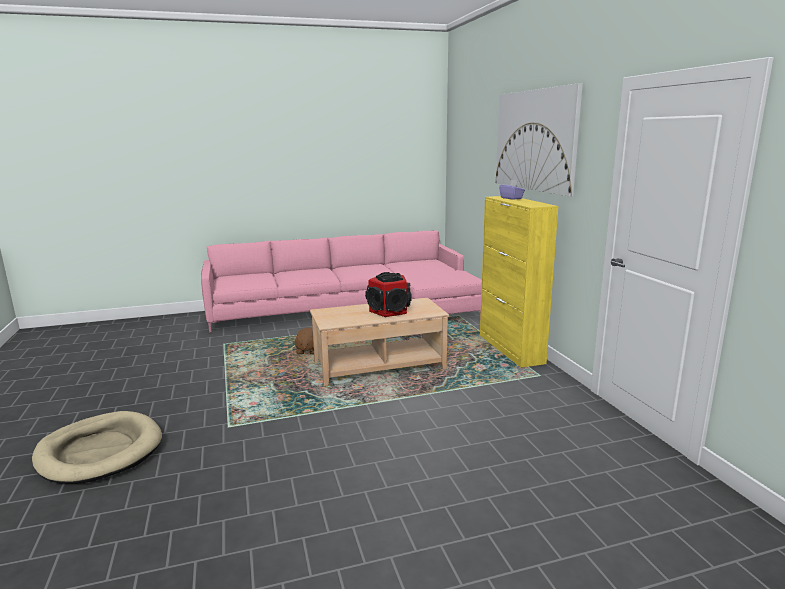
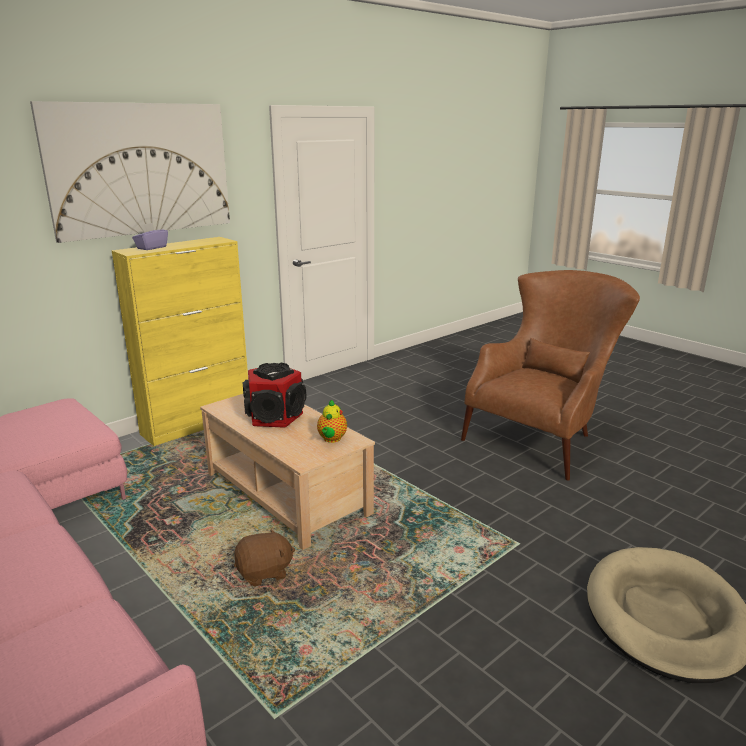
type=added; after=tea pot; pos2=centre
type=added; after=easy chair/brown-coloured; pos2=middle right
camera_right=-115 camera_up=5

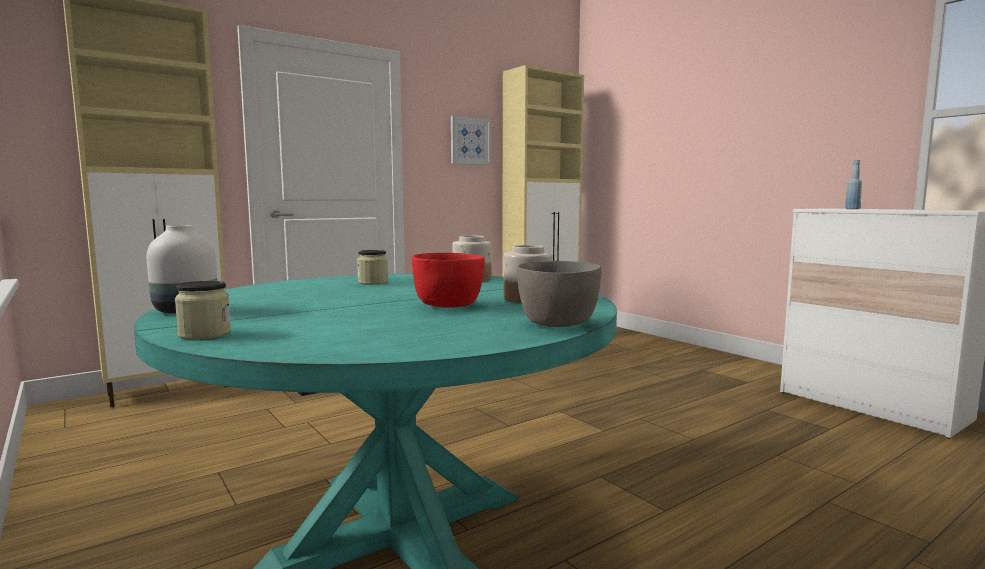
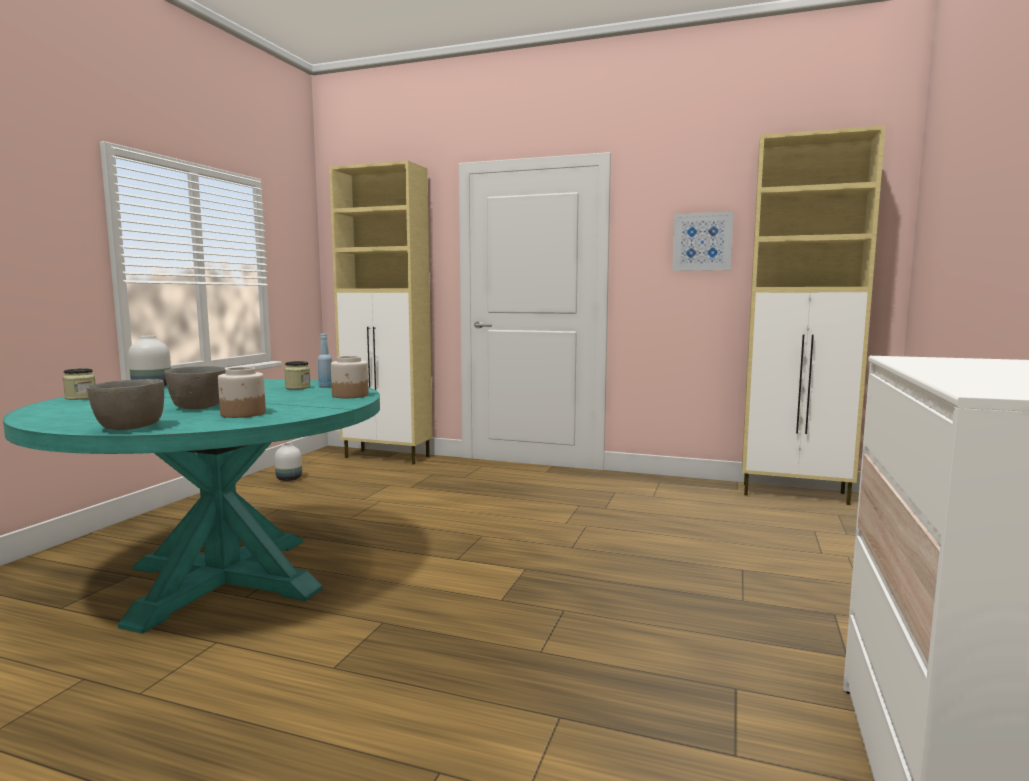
type=recoloured; before=serving bowl/reddish; after=serving bowl/grey (2nd from left); pos1=centre; pos2=middle left
type=added; after=decorative vase/whitish (2nd from left); pos2=middle left
type=moved; before=beverage bottle/bluish; pos1=top right; pos2=middle left
camera_right=55 camera_up=0

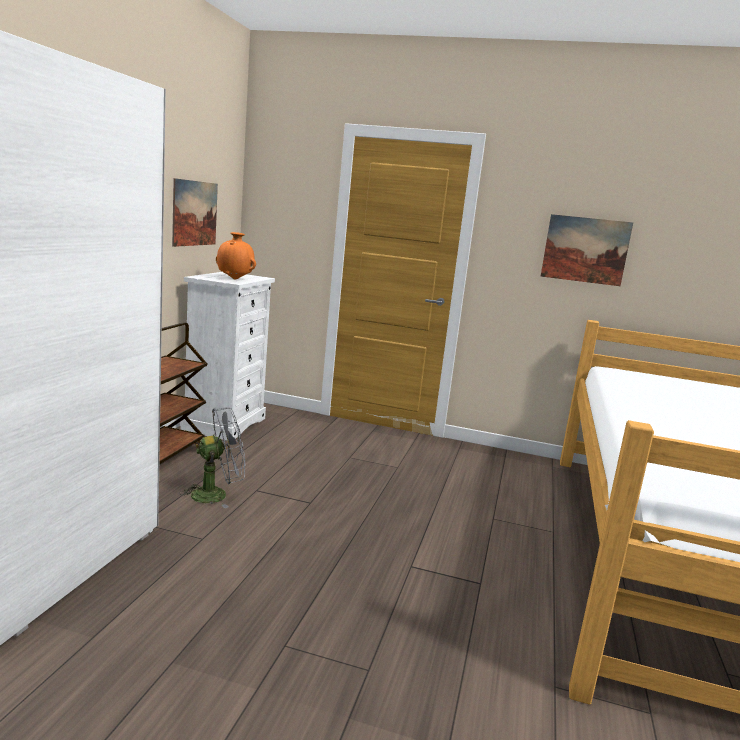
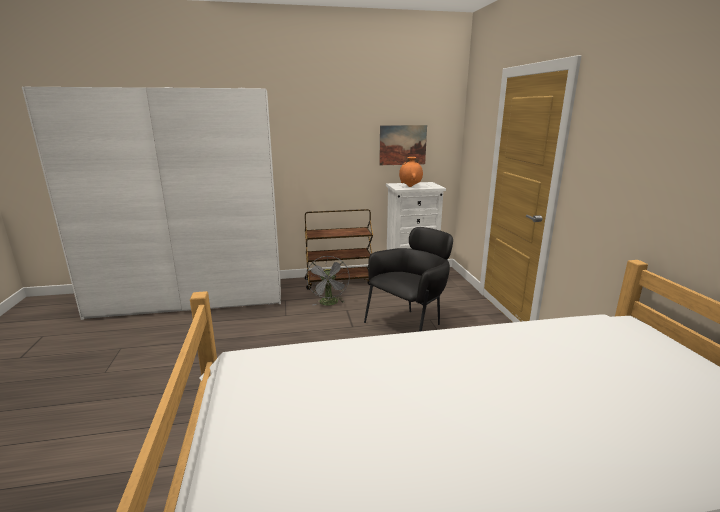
type=turned; before=cooling fan/grey; pos1=middle left; pos2=centre; turn=45
type=added; after=easy chair/blackish; pos2=centre
type=removed; before=wall art (2nd from left); pos1=middle right
camera_right=65 camera_up=5

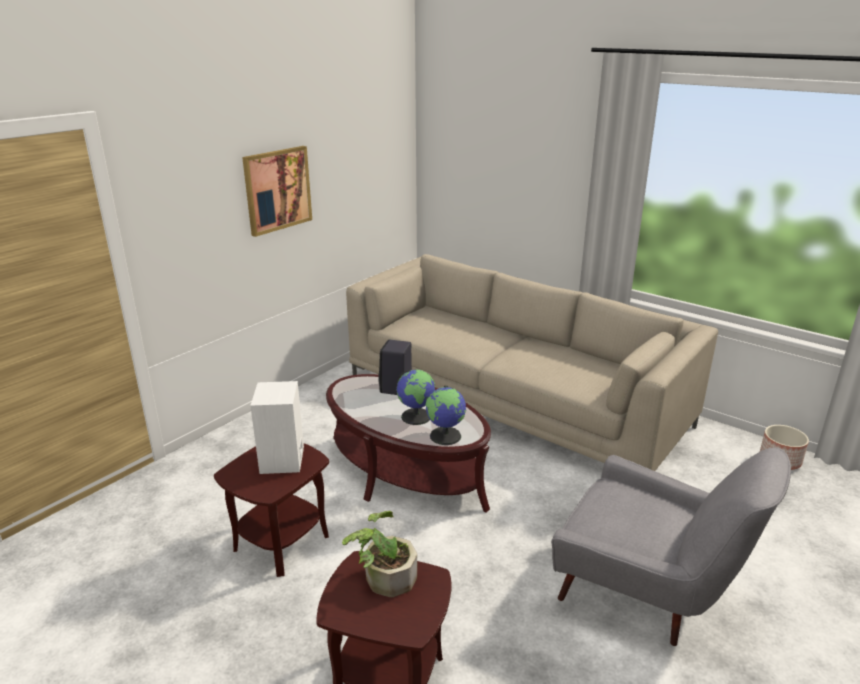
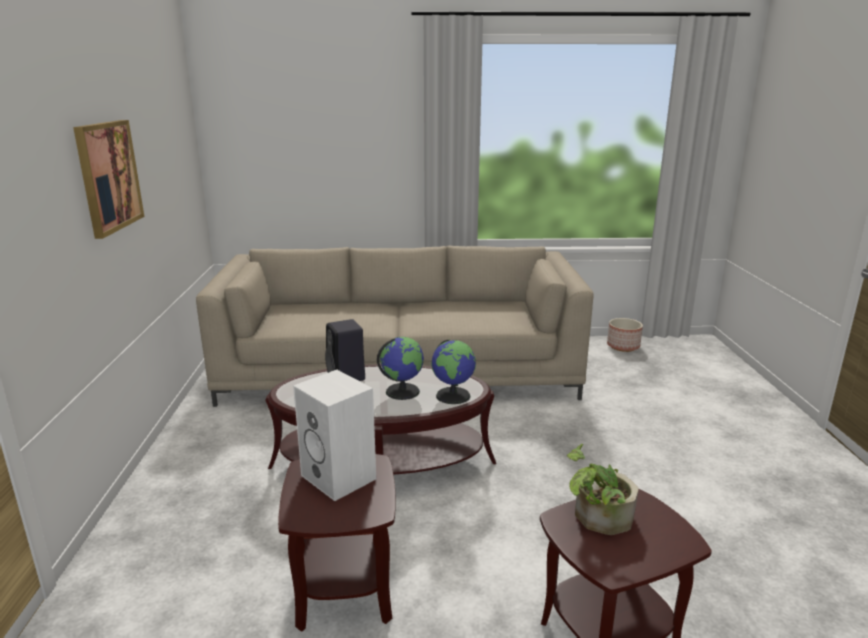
type=removed; before=easy chair/grey; pos1=bottom right
camera_right=-40 camera_up=-5

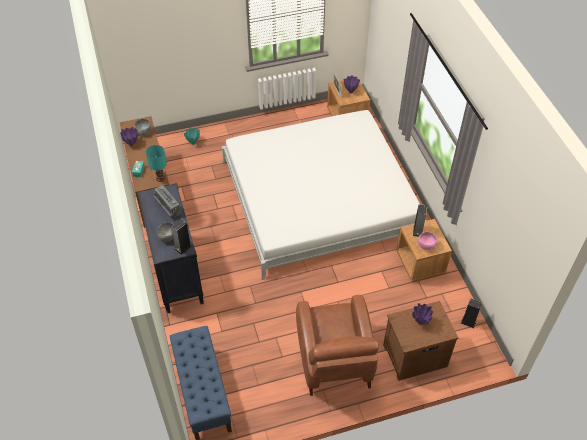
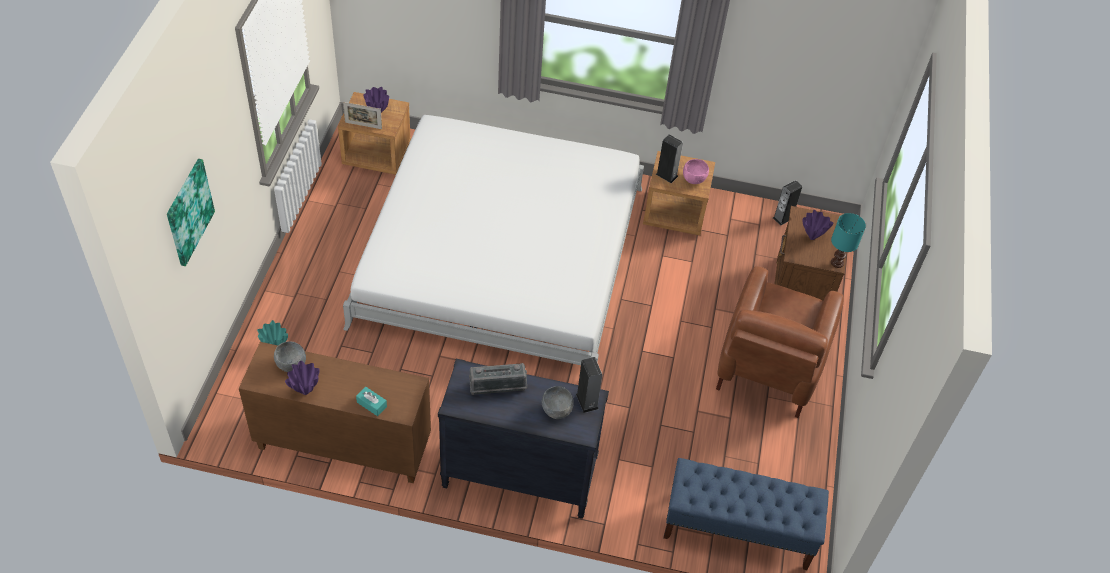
type=added; after=wall art; pos2=middle left
type=turned; before=easy chair/brown-coloured; pos1=bottom centre; pos2=middle right; turn=90
type=moved; before=tabletop lamp/blue-green; pos1=middle left; pos2=middle right
camera_right=-65 camera_up=0

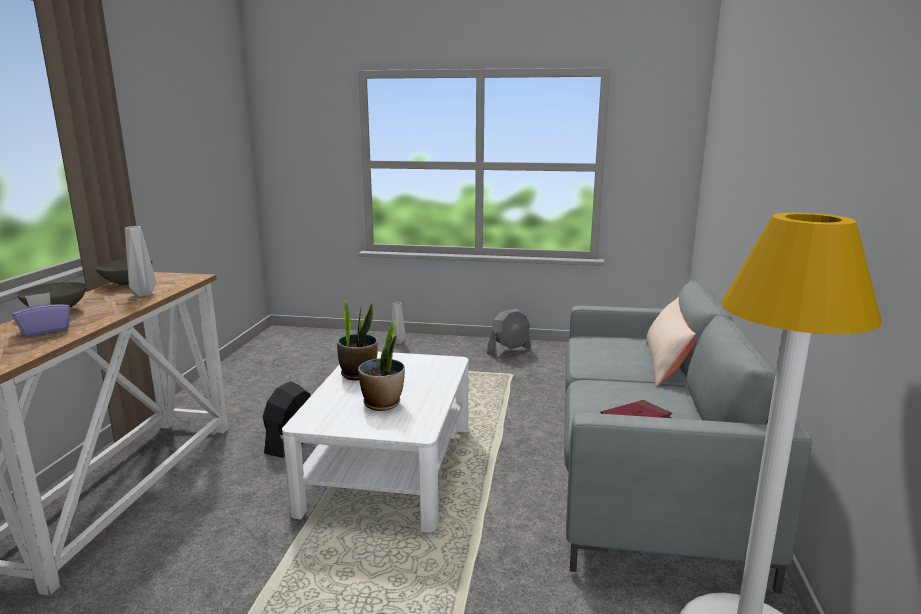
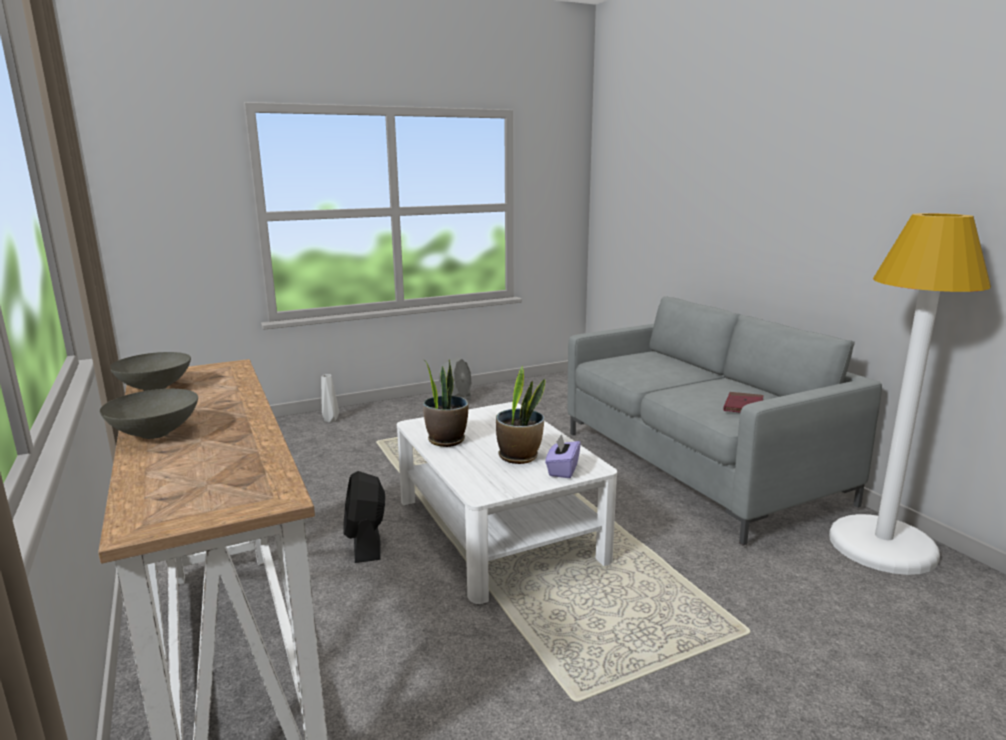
type=moved; before=box of tissues/purplish; pos1=middle left; pos2=centre
type=removed; before=decorative vase/grey (1st from left); pos1=middle left
type=removed; before=pillow/beige; pos1=middle right
camera_right=-35 camera_up=0

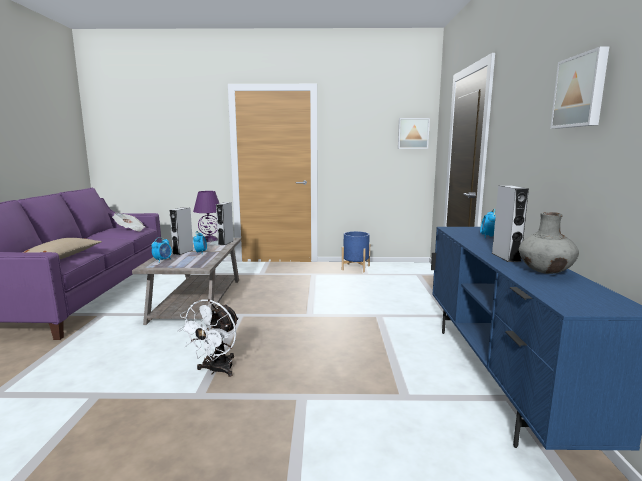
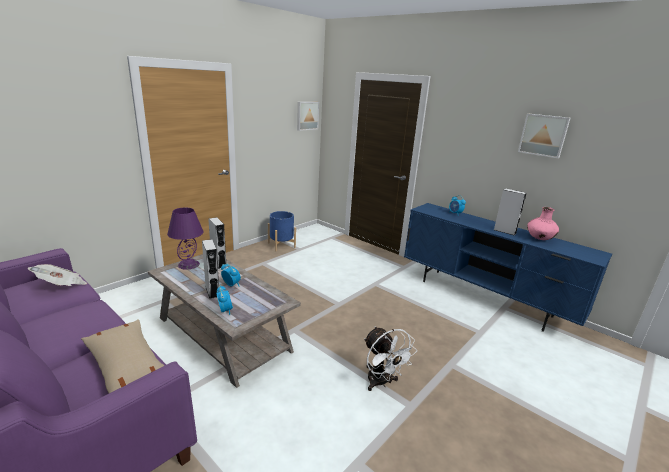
type=recoloured; before=decorative vase/grey; after=decorative vase/pink; pos1=middle right; pos2=middle right
camera_right=-50 camera_up=10

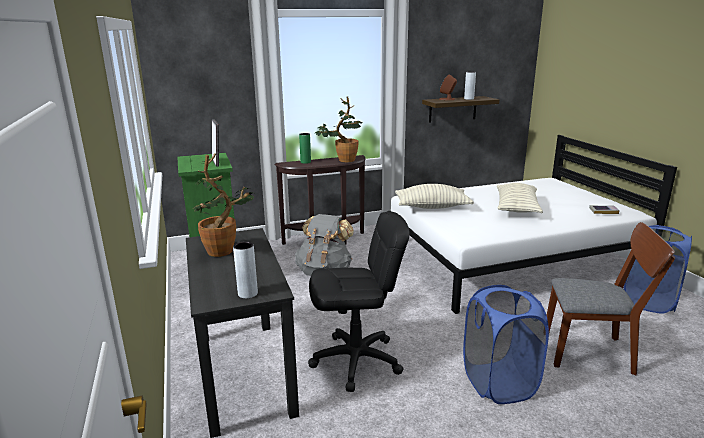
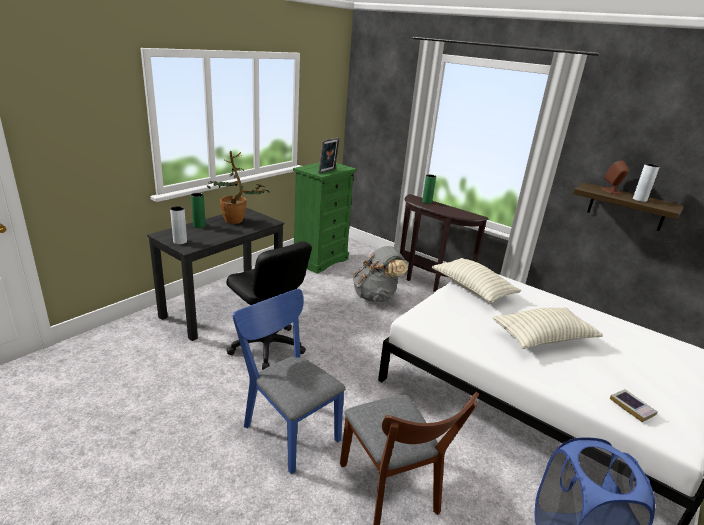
type=added; after=decorative vase/greenish (1st from left); pos2=middle left
type=replaced; before=hamper/bluish (1st from left); after=plain chair/bluish; pos1=bottom right; pos2=bottom centre
type=removed; before=potted plant (2nd from left); pos1=top centre
camera_right=55 camera_up=5

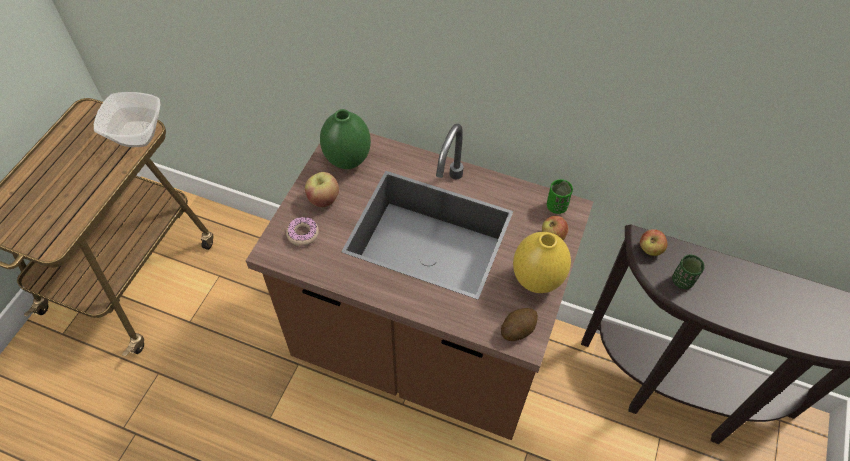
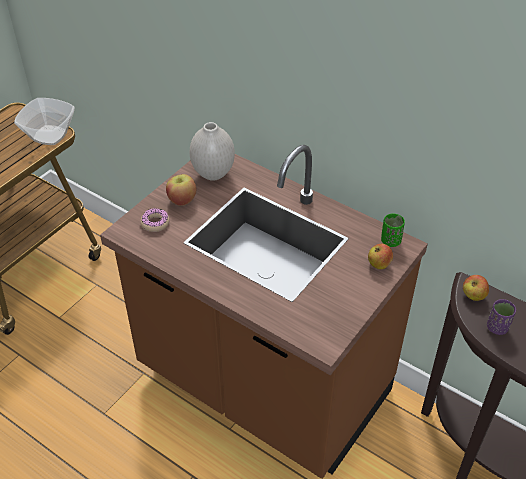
type=recoloured; before=decorative vase/greenish; after=decorative vase/whitish; pos1=top centre; pos2=top centre
type=recoloured; before=drinking cup/greenish (2nd from left); after=drinking cup/purplish; pos1=middle right; pos2=middle right
type=removed; before=potato; pos1=bottom centre
type=removed; before=decorative vase/yellow-coloured; pos1=centre
camera_right=15 camera_up=-10

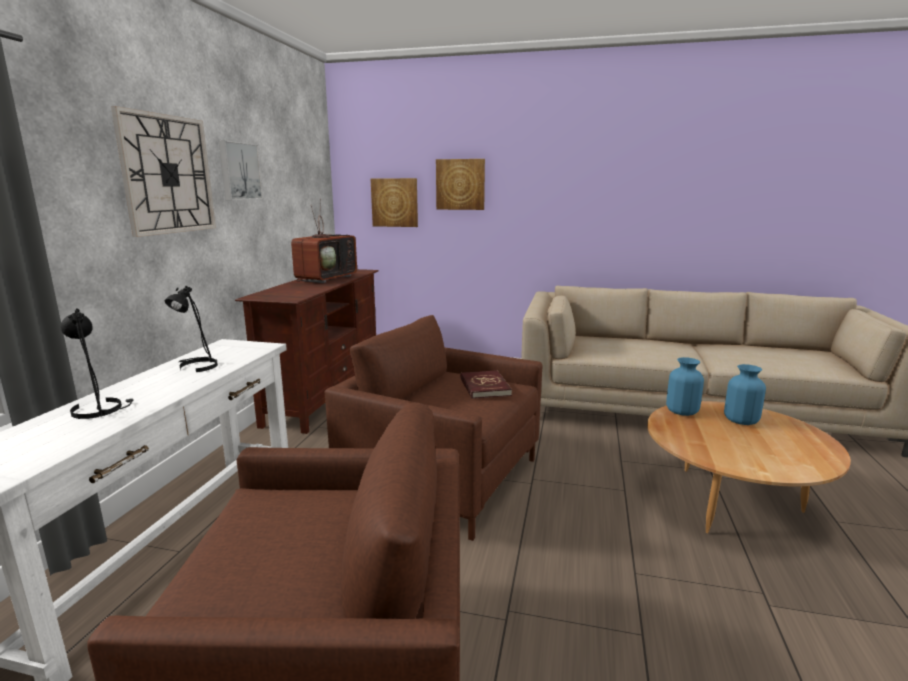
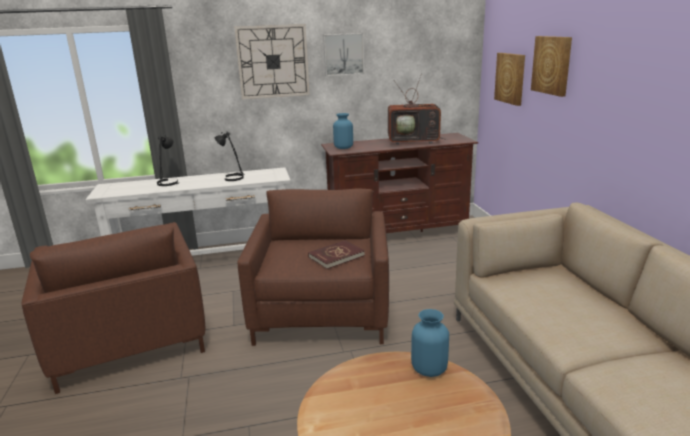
type=moved; before=decorative vase/bluish (2nd from left in the first image); after=decorative vase/bluish (1st from left); pos1=middle right; pos2=top centre
camera_right=65 camera_up=5

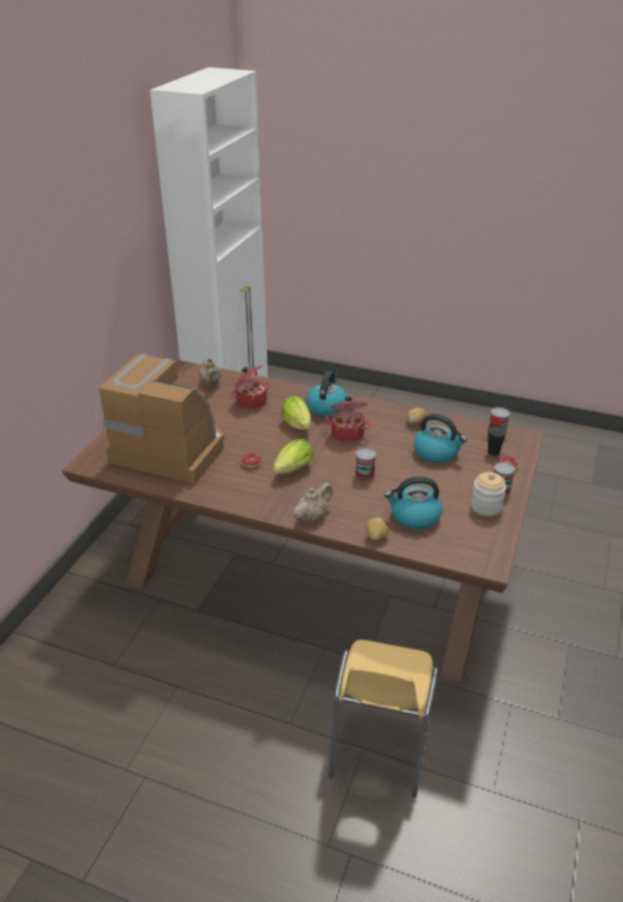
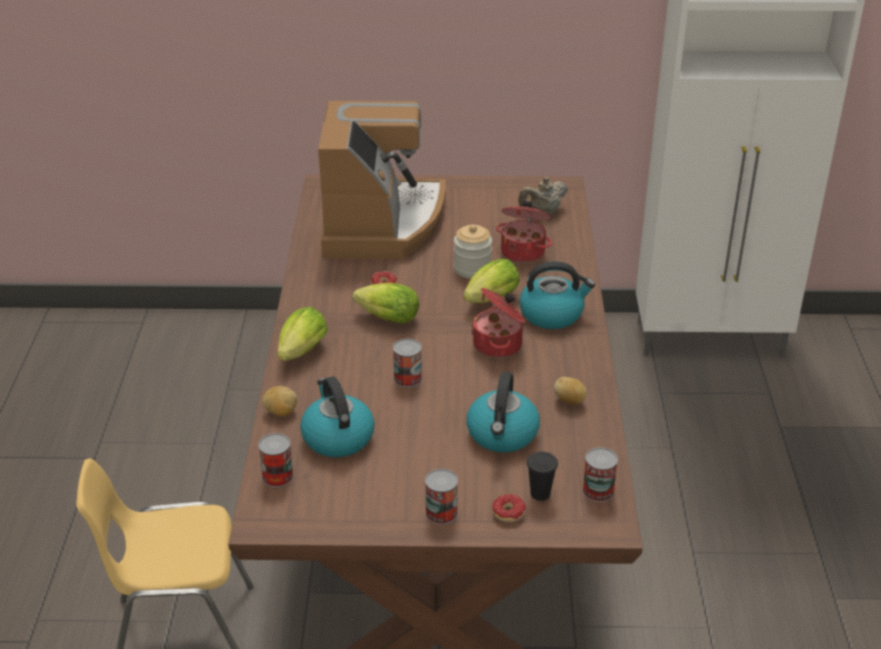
type=added; after=metal can (1st from left); pos2=bottom left
type=replaced; before=tea pot/beige (2nd from left); after=lettuce (1st from left); pos1=centre; pos2=centre
type=moved; before=jar; pos1=middle right; pos2=centre
camera_right=70 camera_up=0

